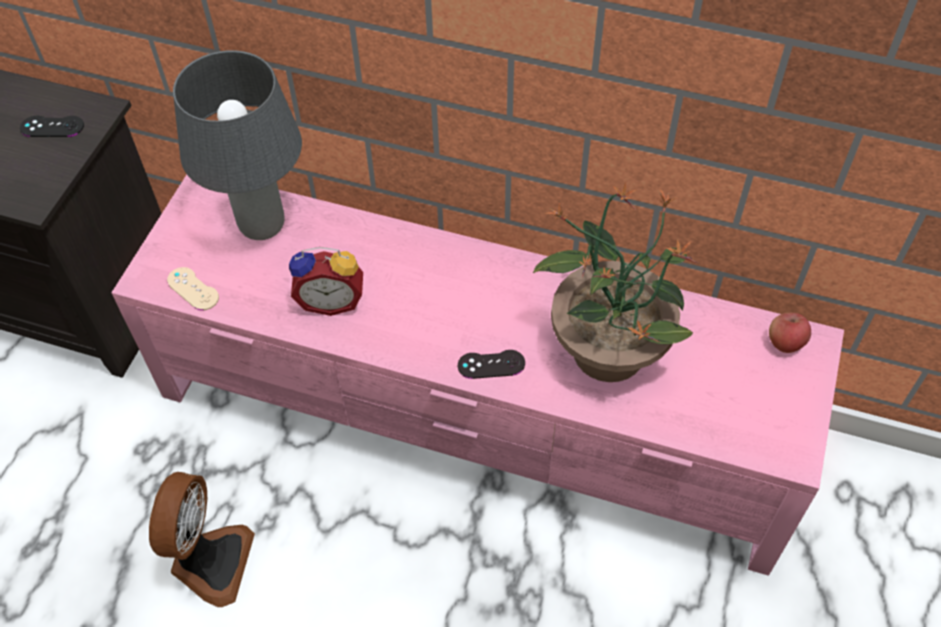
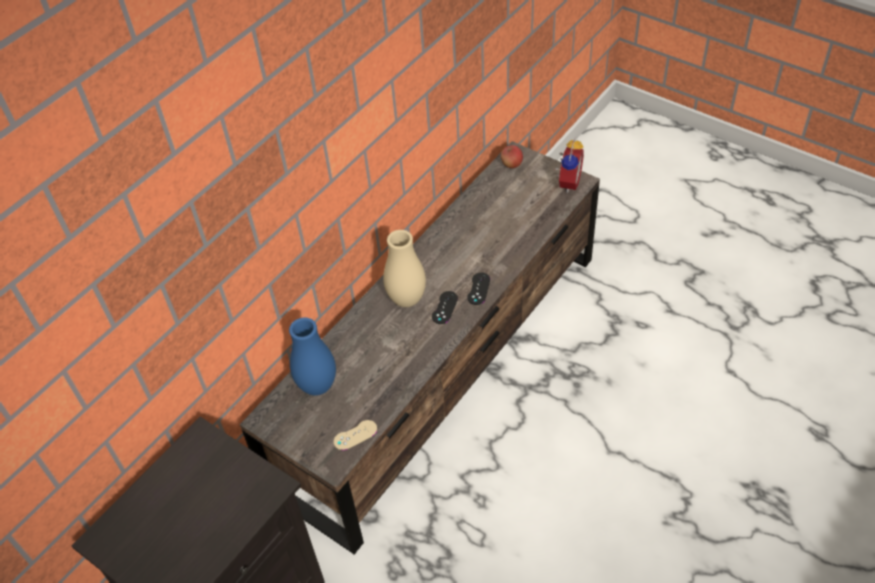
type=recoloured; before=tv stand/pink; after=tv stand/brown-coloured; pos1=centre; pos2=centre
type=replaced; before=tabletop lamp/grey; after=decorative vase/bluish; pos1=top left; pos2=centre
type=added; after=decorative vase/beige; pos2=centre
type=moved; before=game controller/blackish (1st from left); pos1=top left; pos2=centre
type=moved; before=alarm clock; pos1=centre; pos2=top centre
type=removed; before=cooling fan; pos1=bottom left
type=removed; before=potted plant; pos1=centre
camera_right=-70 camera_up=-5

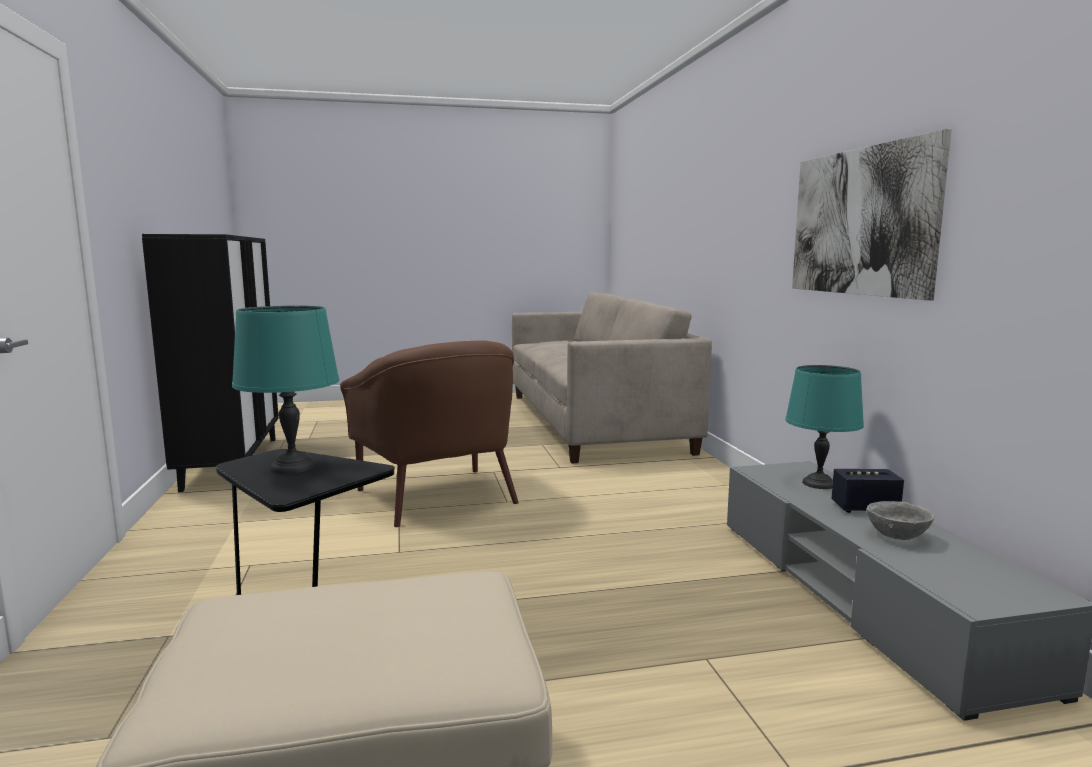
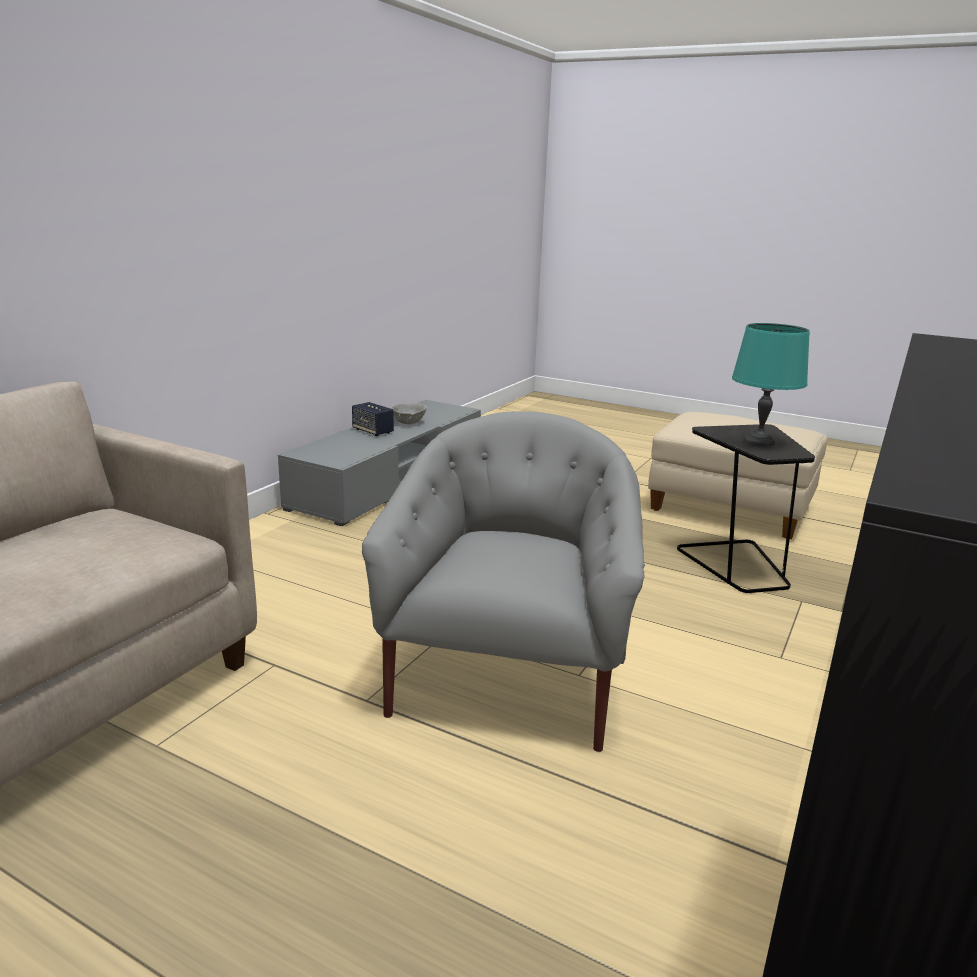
type=recoloured; before=easy chair/brown-coloured; after=easy chair/grey; pos1=centre; pos2=centre
type=removed; before=tabletop lamp/blue-green (2nd from left); pos1=middle right
type=removed; before=wall art; pos1=top right
camera_right=-140 camera_up=10

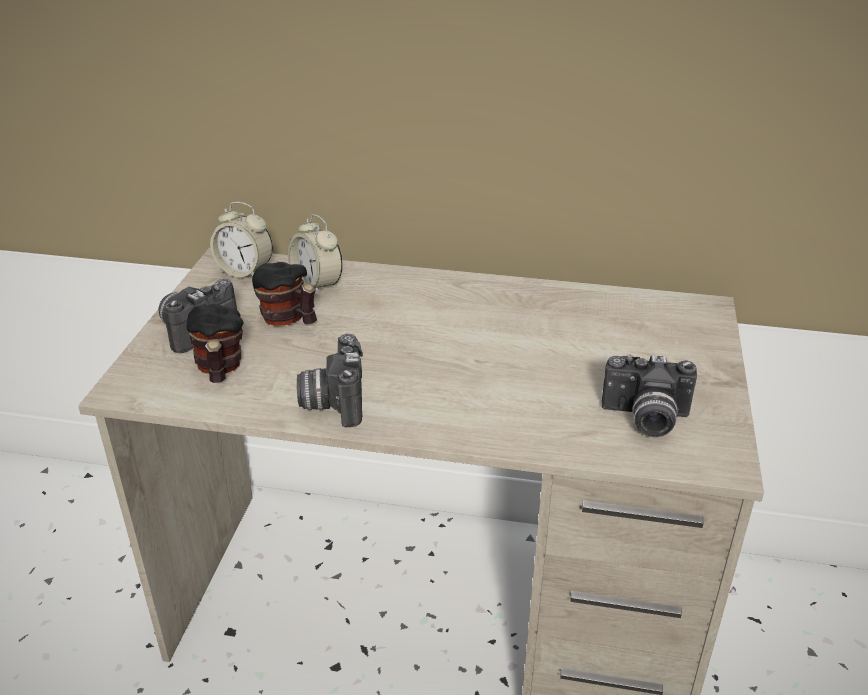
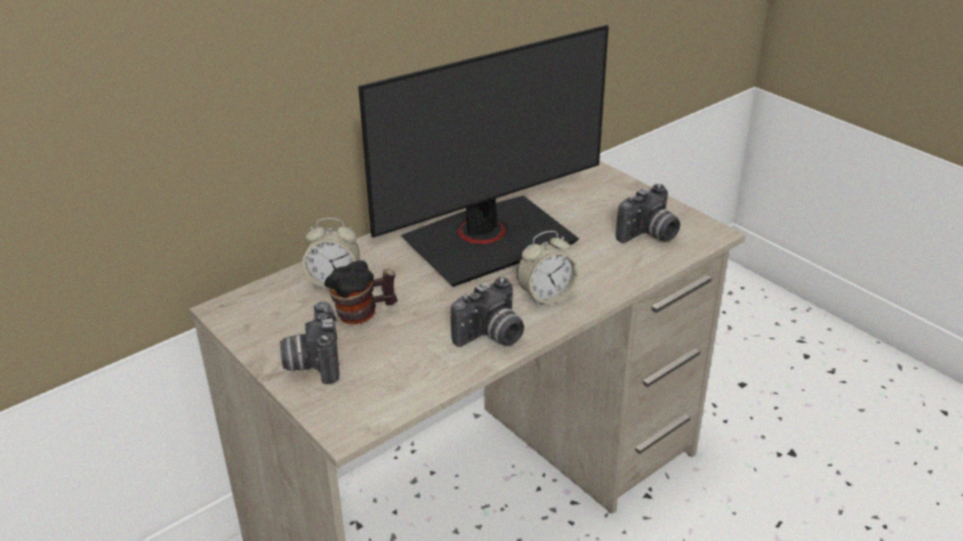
type=added; after=computer screen; pos2=top centre
type=turned; before=photo camera (2nd from left); pos1=centre; pos2=centre; turn=-75
type=moved; before=alarm clock (1st from left in the first image); after=alarm clock (2nd from left); pos1=middle left; pos2=centre
type=removed; before=tea mug (1st from left); pos1=middle left
camera_right=-50 camera_up=0

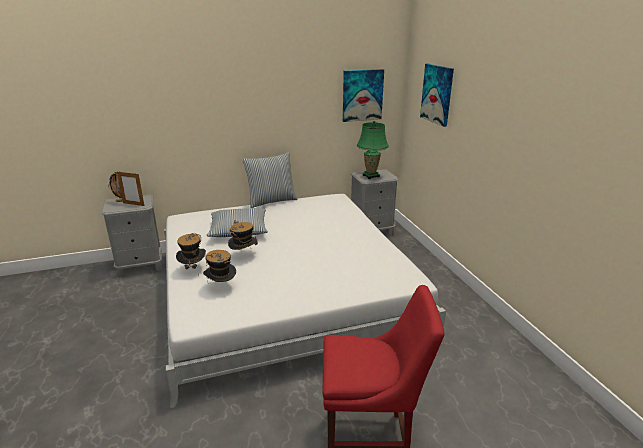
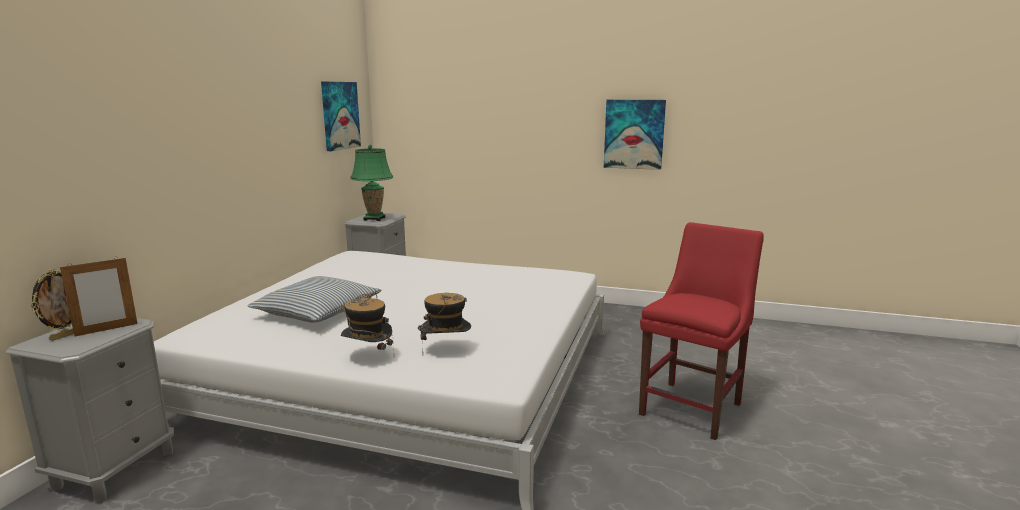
type=moved; before=wall art (2nd from left); pos1=top right; pos2=top centre
type=removed; before=wearable hat (3rd from left); pos1=centre
type=removed; before=pillow (2nd from left); pos1=centre
camera_right=-55 camera_up=-10

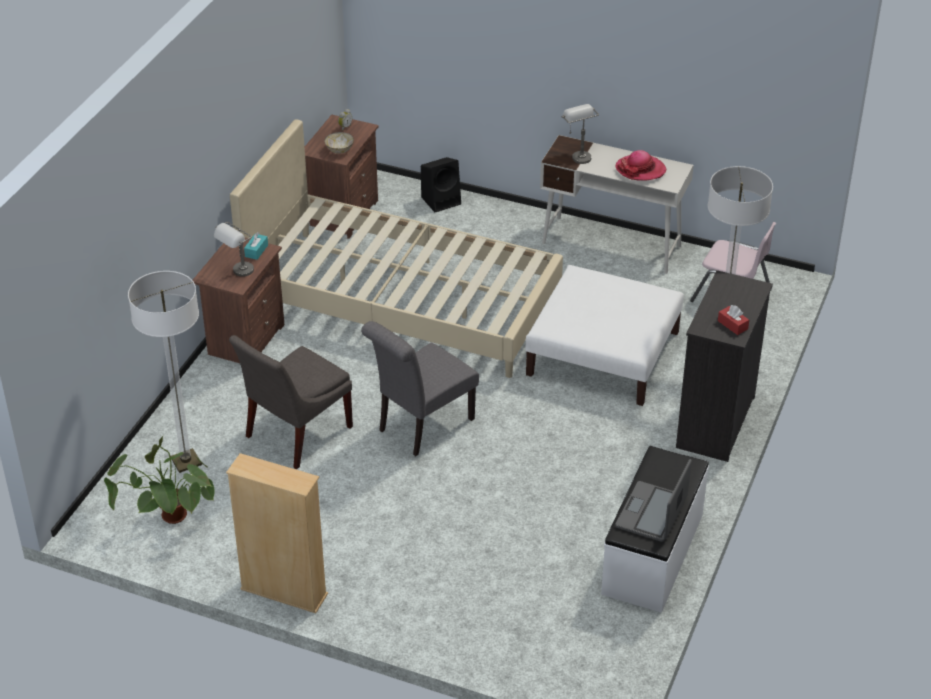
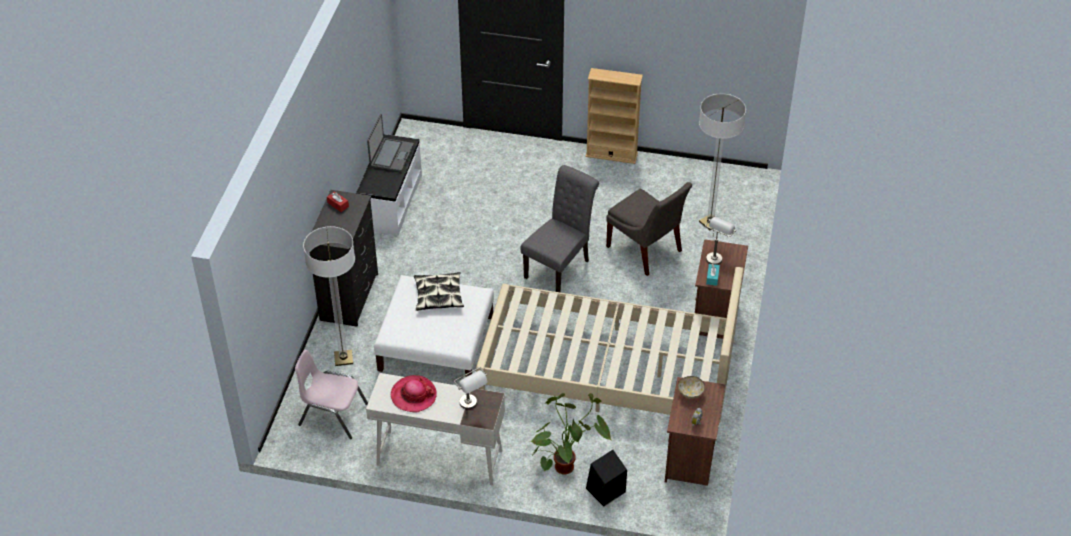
type=added; after=pillow; pos2=centre
type=moved; before=potted plant; pos1=bottom left; pos2=bottom centre
type=turned; before=plain chair/grey (1st from left in the first image); pos1=middle left; pos2=centre; turn=105
camera_right=170 camera_up=5

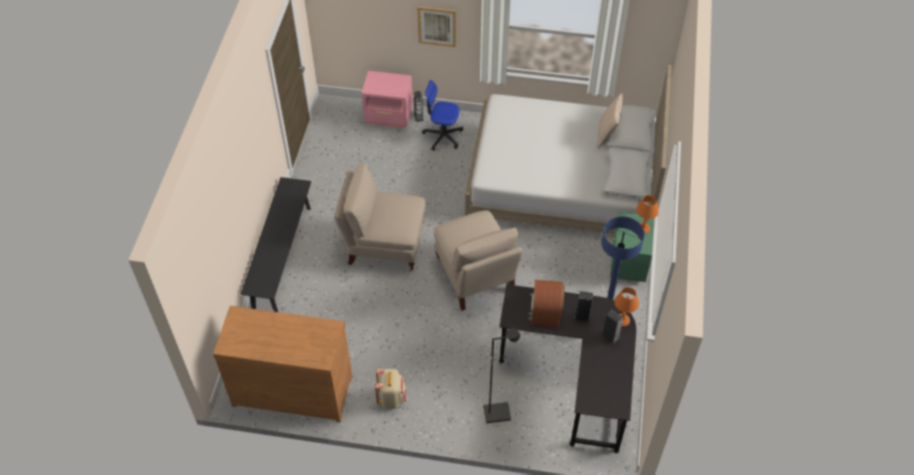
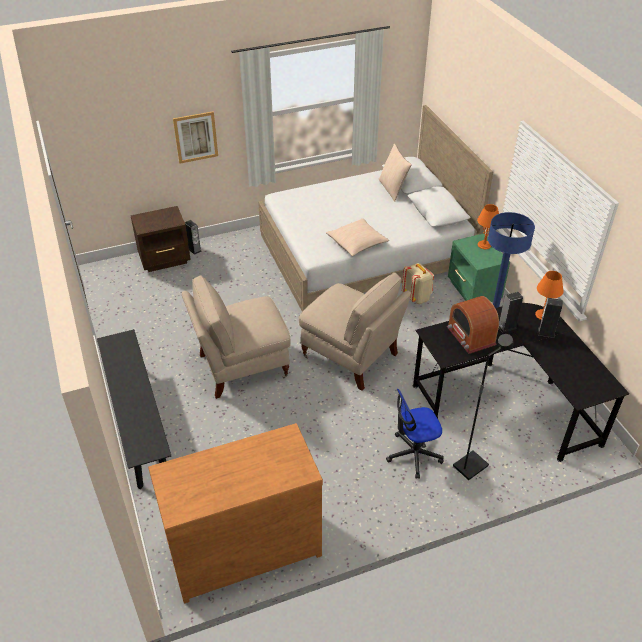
type=recoloured; before=bedside table/pink; after=bedside table/brown-coloured; pos1=top centre; pos2=middle left
type=added; after=pillow/beige (1st from left); pos2=centre
type=moved; before=computer chair; pos1=top centre; pos2=bottom centre
type=moved; before=rucksack/beige; pos1=bottom centre; pos2=centre
camera_right=-30 camera_up=-10

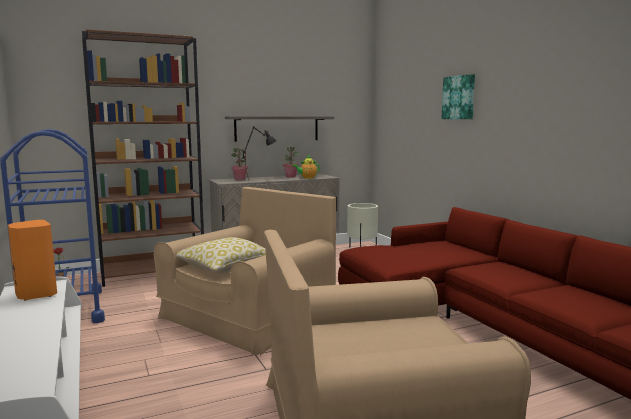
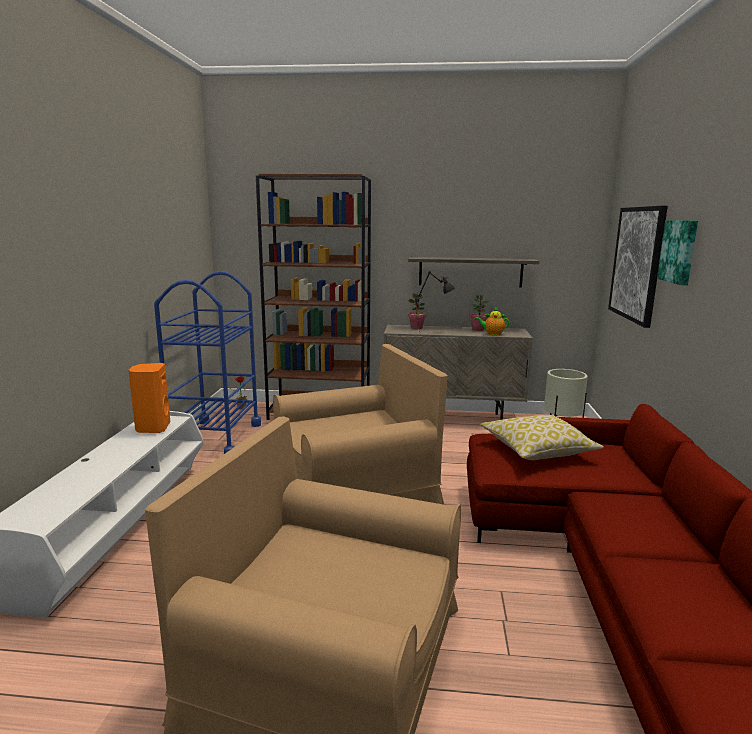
type=moved; before=pillow; pos1=centre; pos2=middle right
type=added; after=wall art (1st from left); pos2=middle right
camera_right=30 camera_up=5

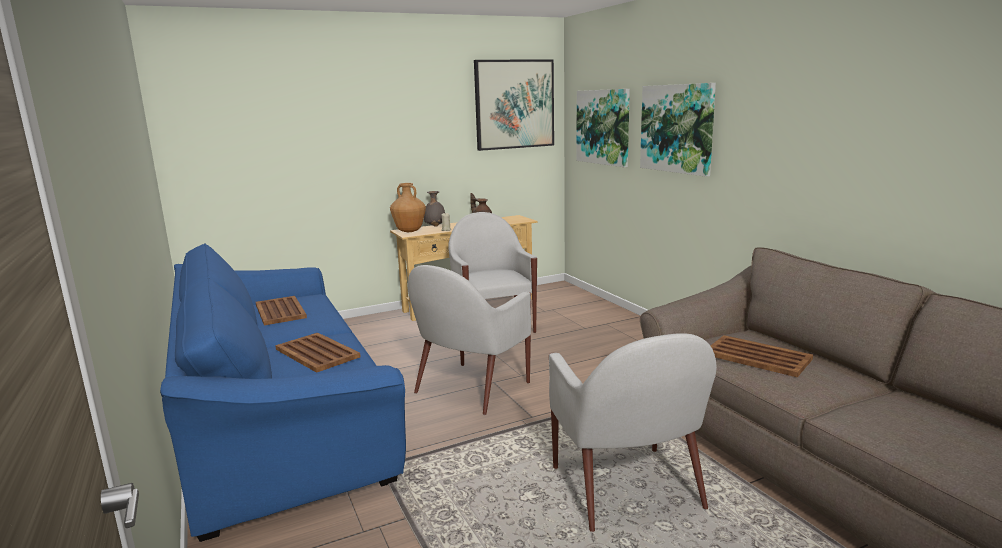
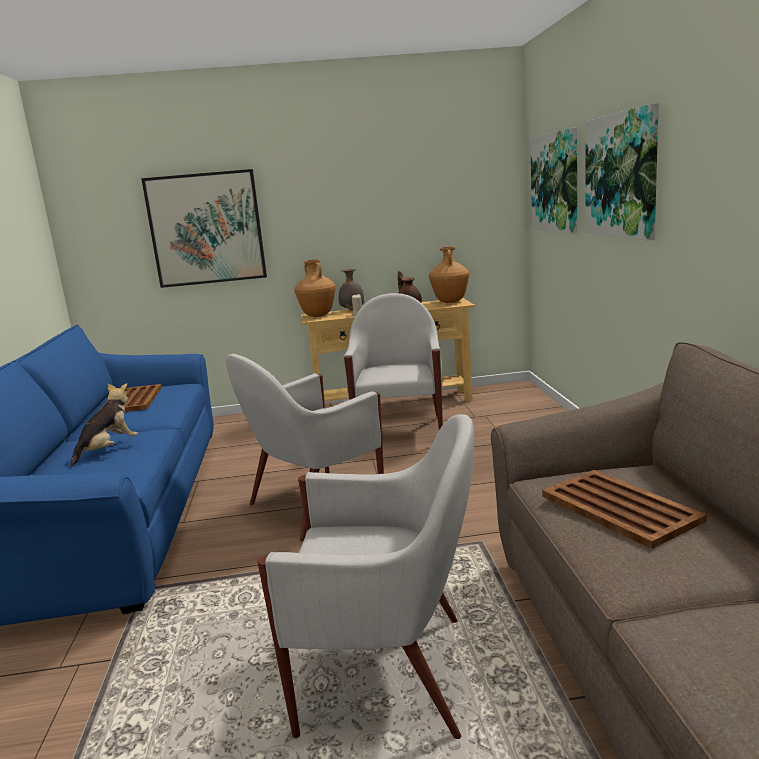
type=replaced; before=tray/brown-coloured (2nd from left); after=plush toy; pos1=middle left; pos2=middle left
type=moved; before=wall art (1st from left); pos1=top centre; pos2=top left
type=turned; before=easy chair/whitish (3rd from left in the first image); pos1=bottom centre; pos2=bottom centre; turn=-90
type=added; after=decorative vase/brown-coloured (2nd from left); pos2=centre
camera_right=20 camera_up=0

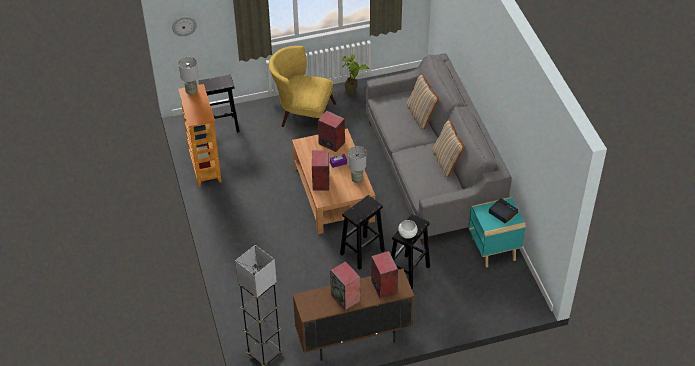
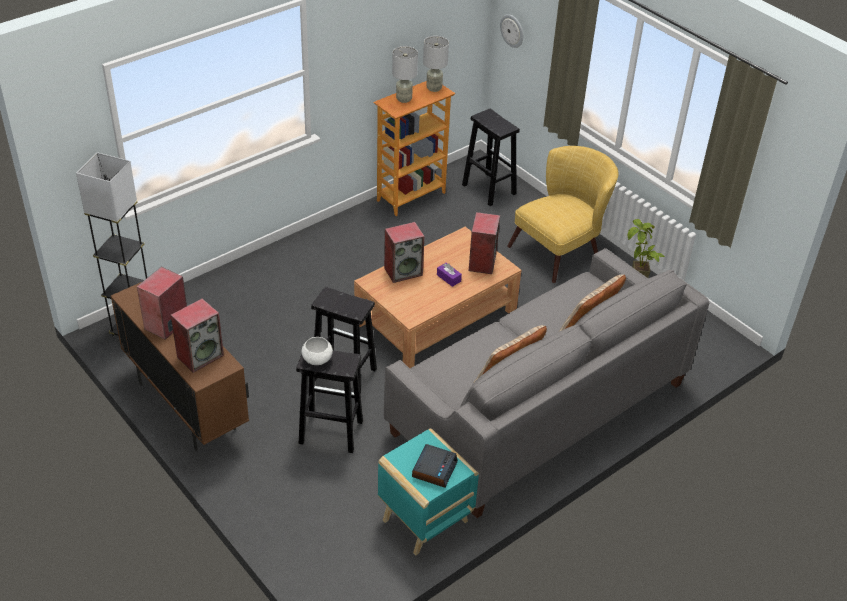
type=moved; before=tabletop lamp/grey (2nd from left in the first image); after=tabletop lamp/grey (1st from left); pos1=centre; pos2=top centre
type=turned; before=easy chair/yellow-coloured; pos1=top centre; pos2=centre; turn=60
camera_right=65 camera_up=-5

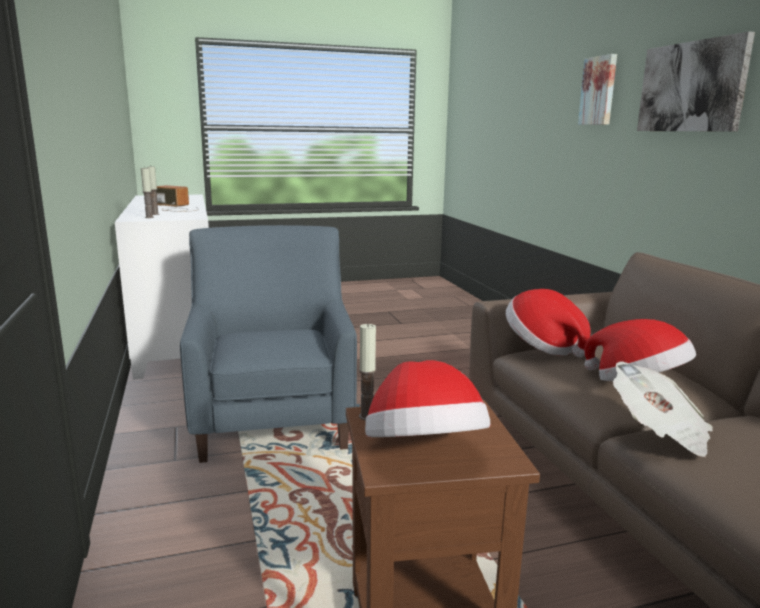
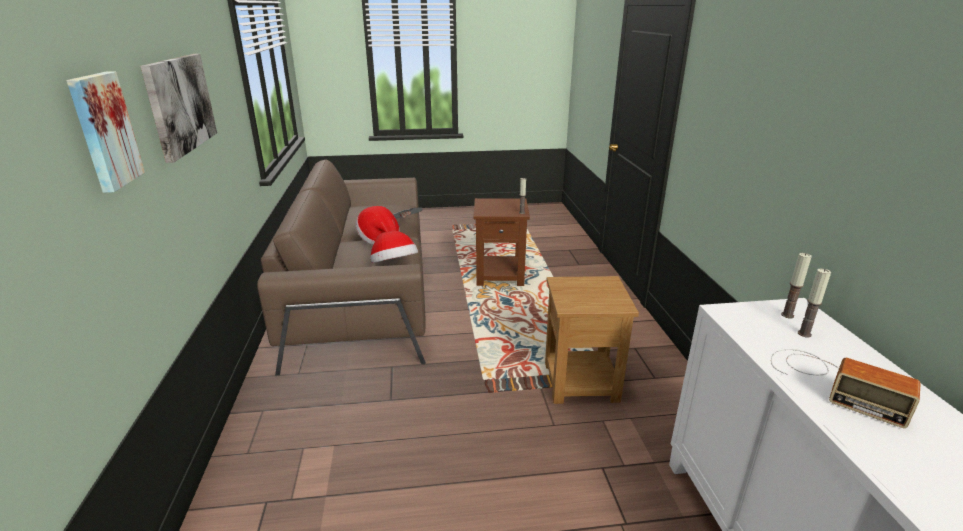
type=replaced; before=easy chair/bluish; after=side table/brown-coloured (2nd from left); pos1=centre; pos2=centre
type=removed; before=wearable hat (1st from left); pos1=centre
camera_right=-170 camera_up=10

